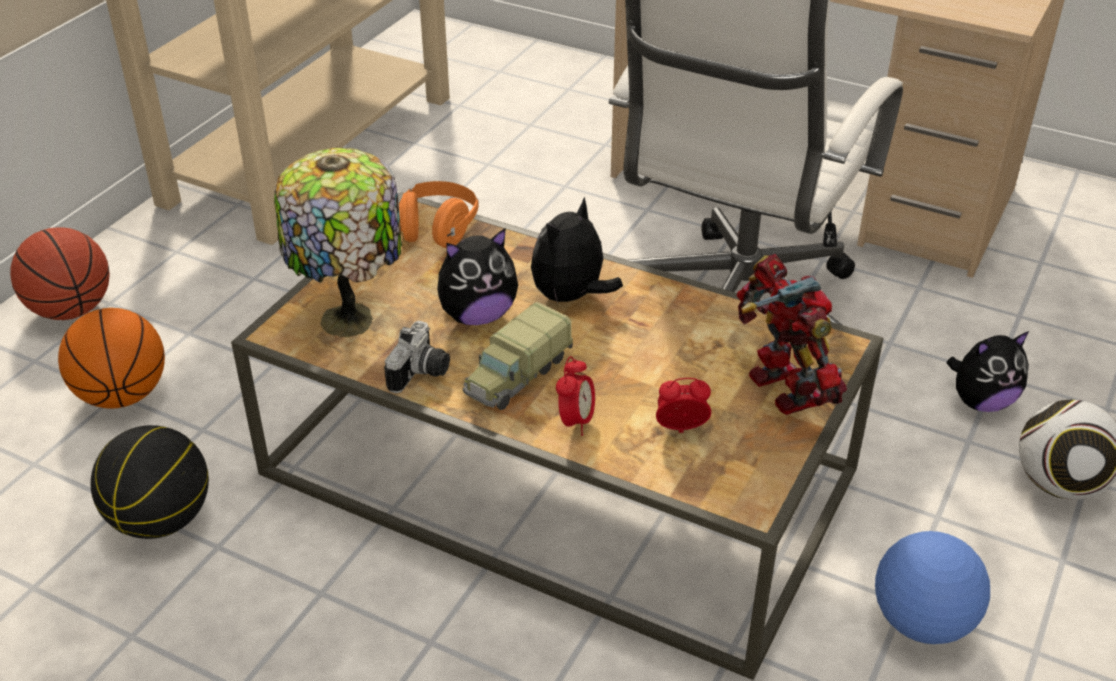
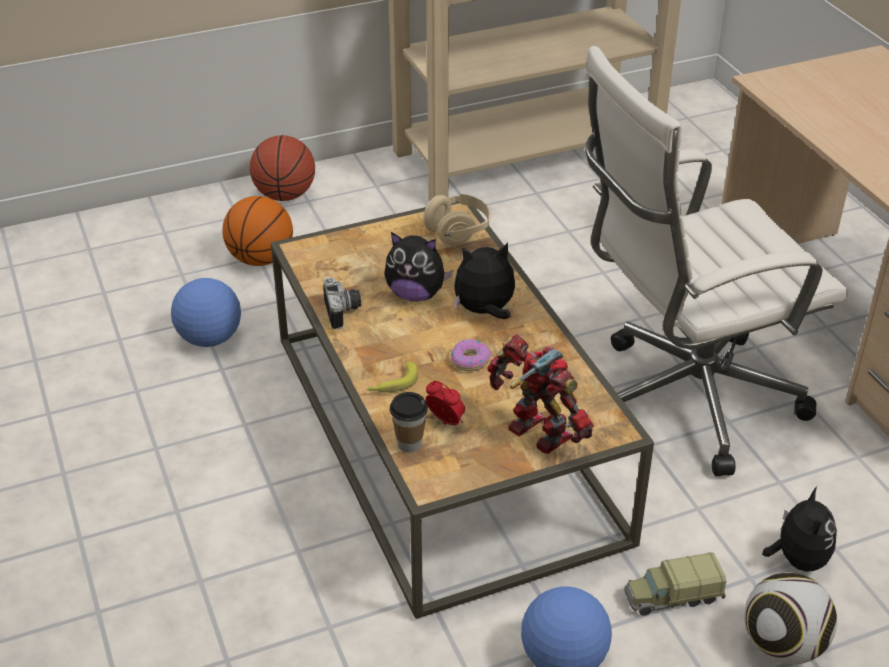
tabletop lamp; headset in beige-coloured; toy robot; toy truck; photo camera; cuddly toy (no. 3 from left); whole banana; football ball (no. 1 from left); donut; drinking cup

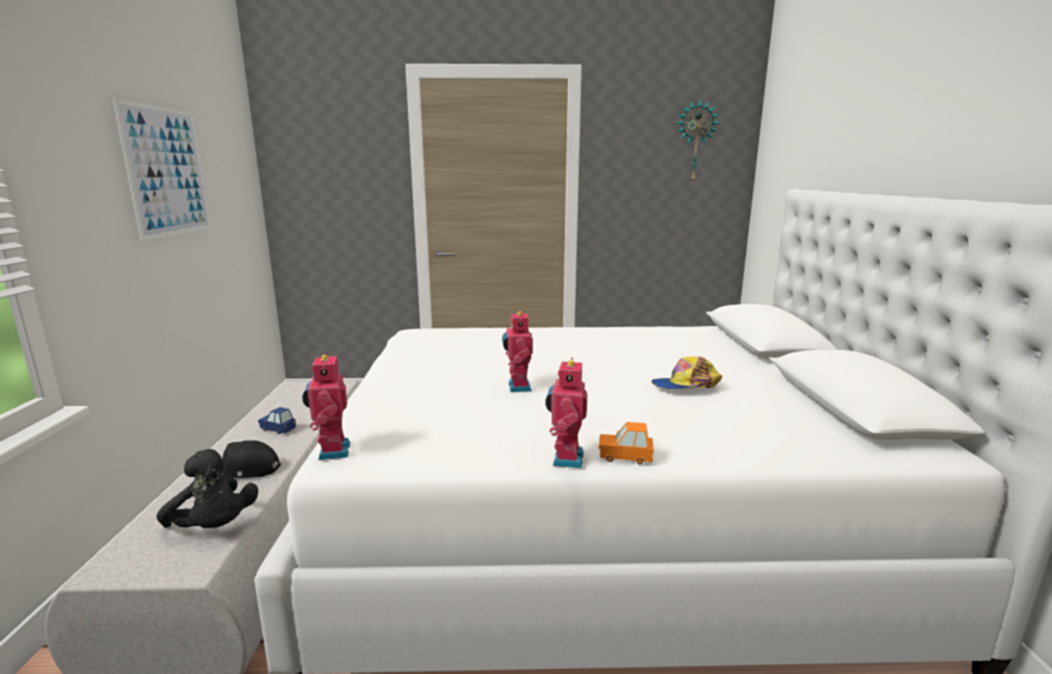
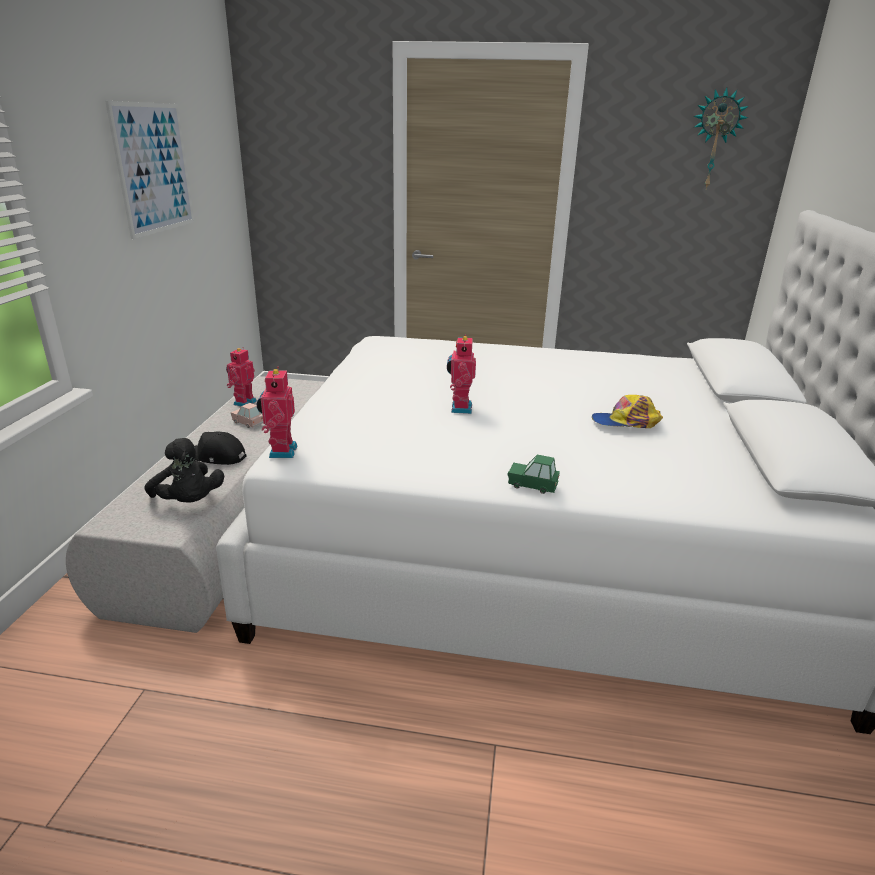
toy robot (no. 1 from left); model car in pinkish; model car in green-coloured

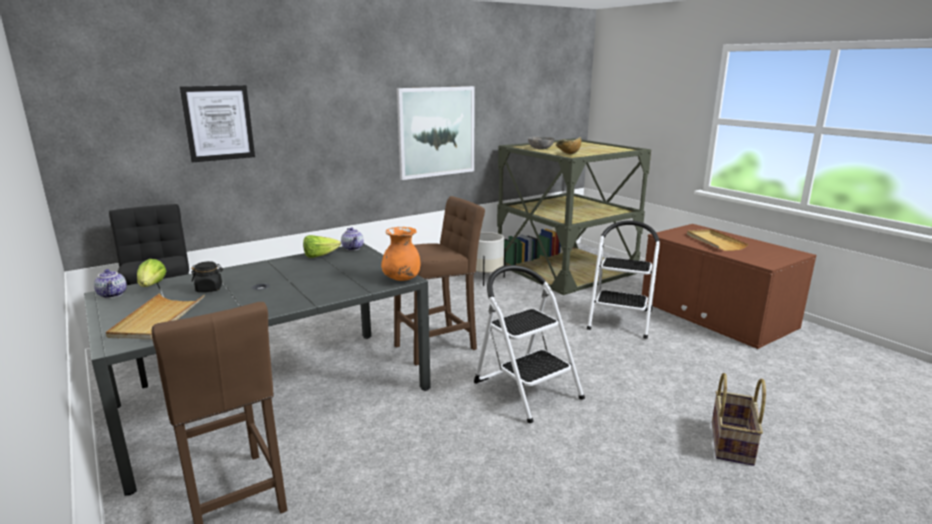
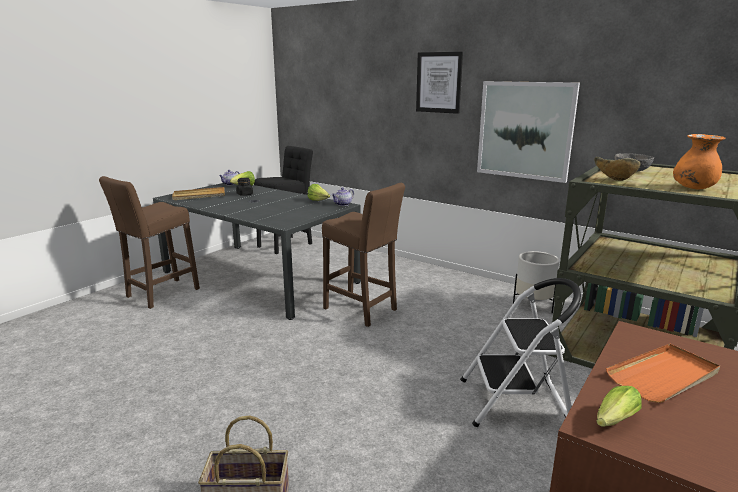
wall picture (no. 1 from left); flower vase in orangey; tray in orangey; step ladder (no. 1 from left in the first image); head of lettuce (no. 3 from left)

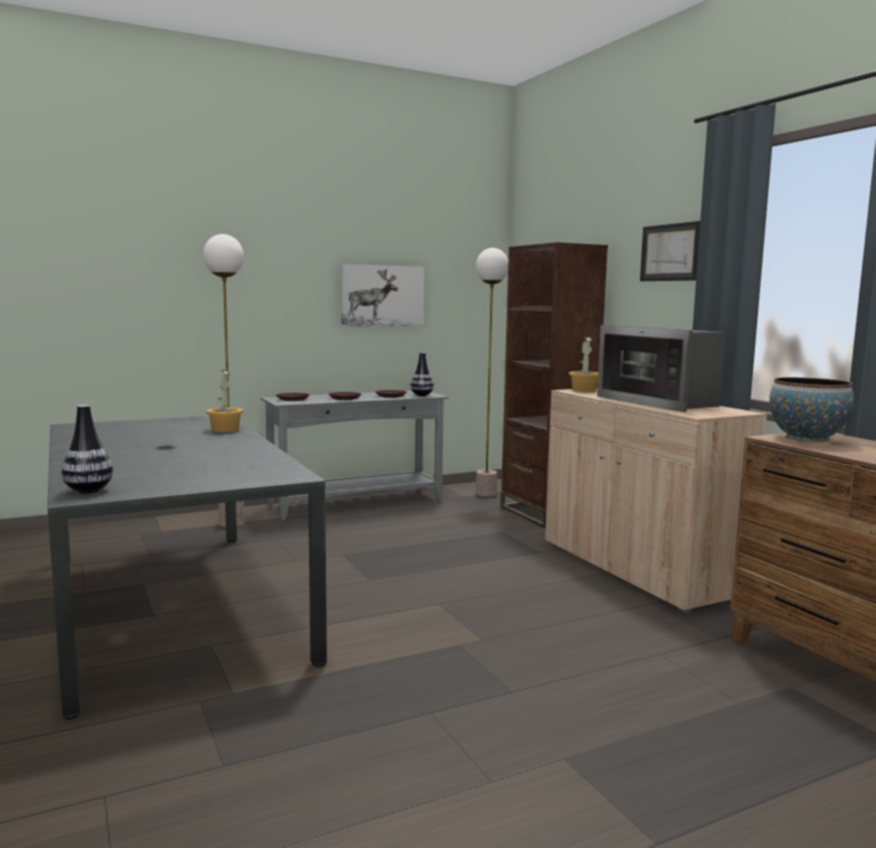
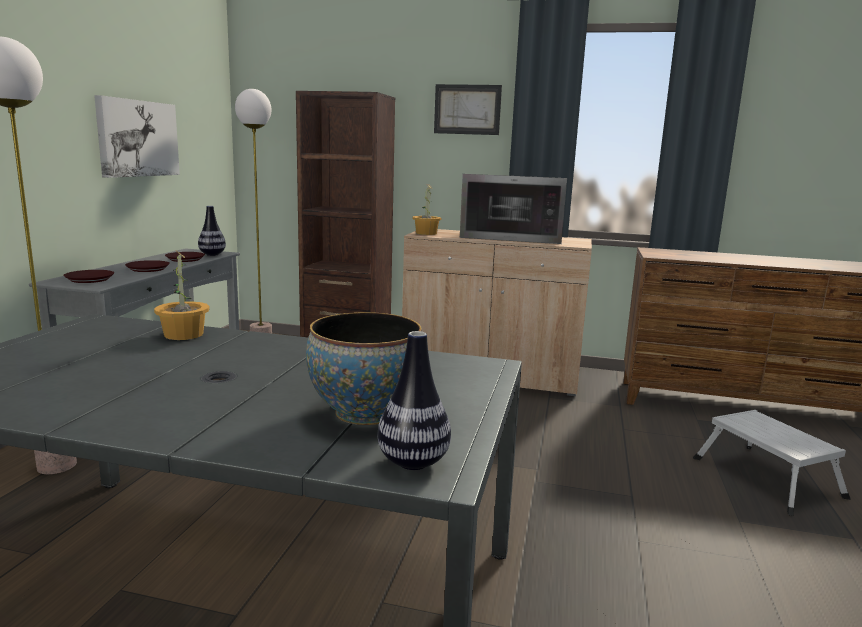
bowl; step ladder in whitish

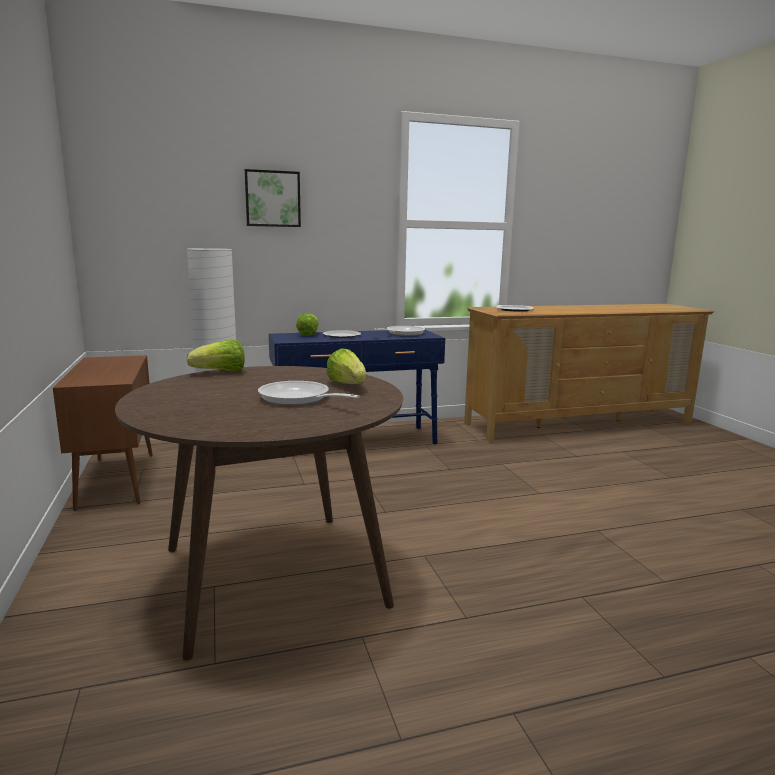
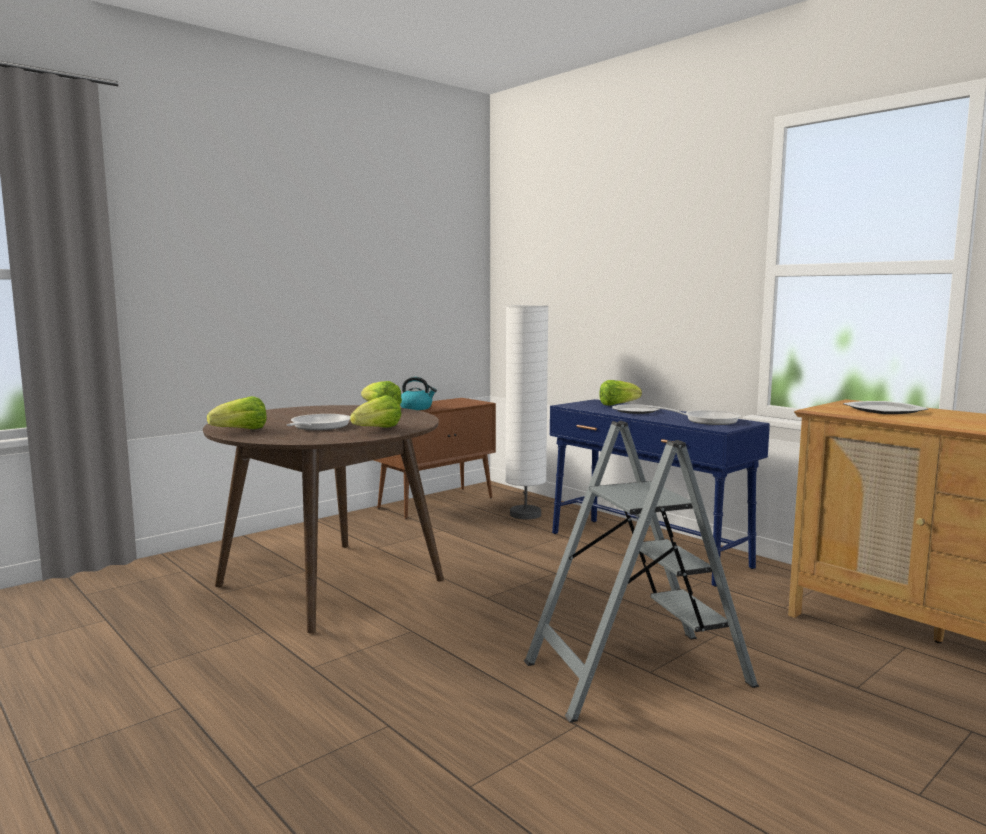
wall picture; tea kettle; head of lettuce (no. 1 from left); step ladder in grey

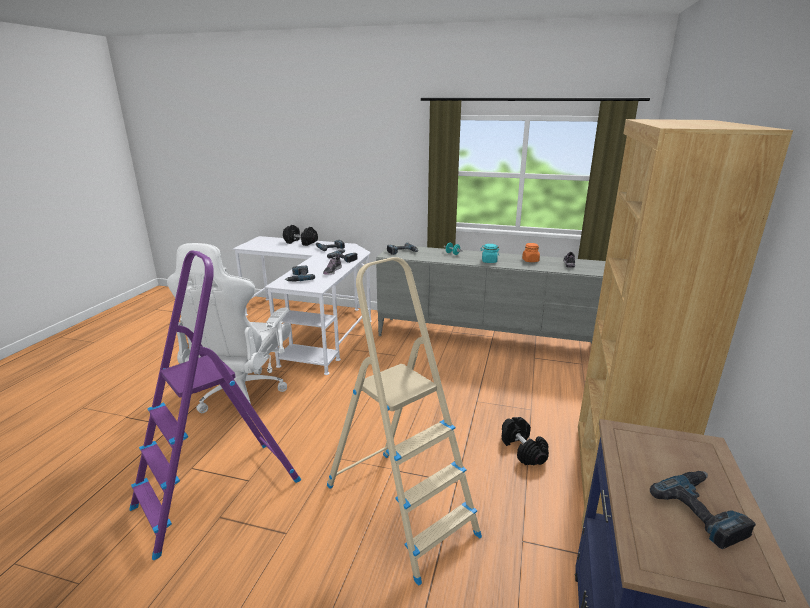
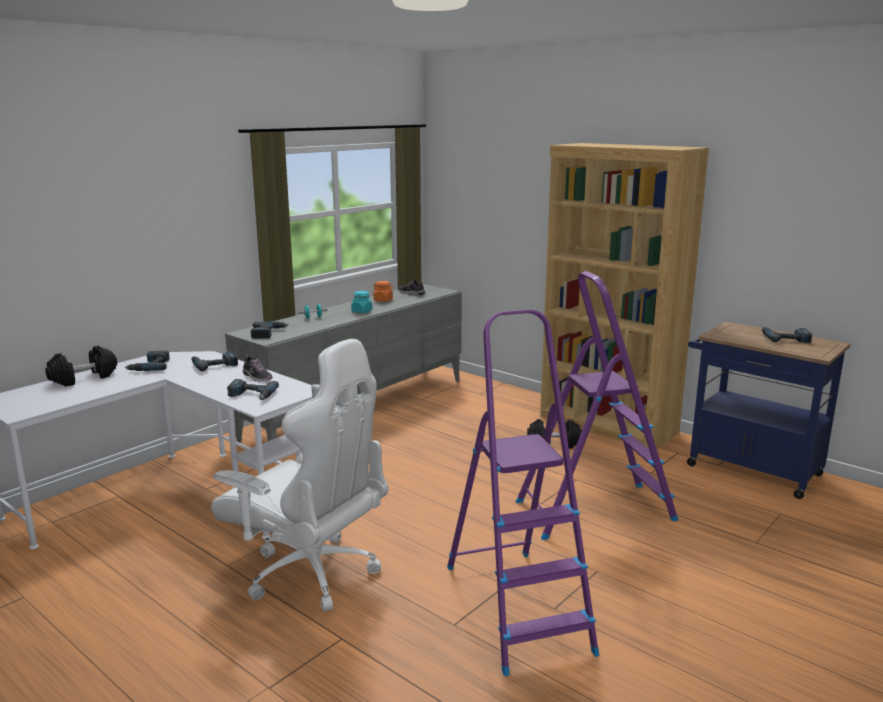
step ladder in purple-coloured (no. 2 from left)

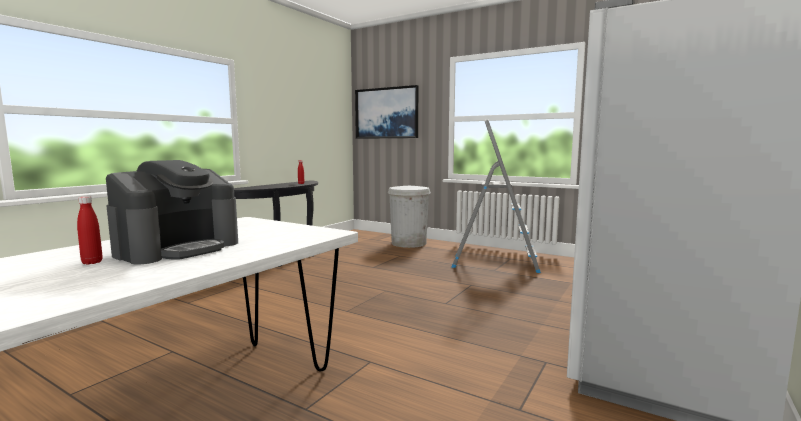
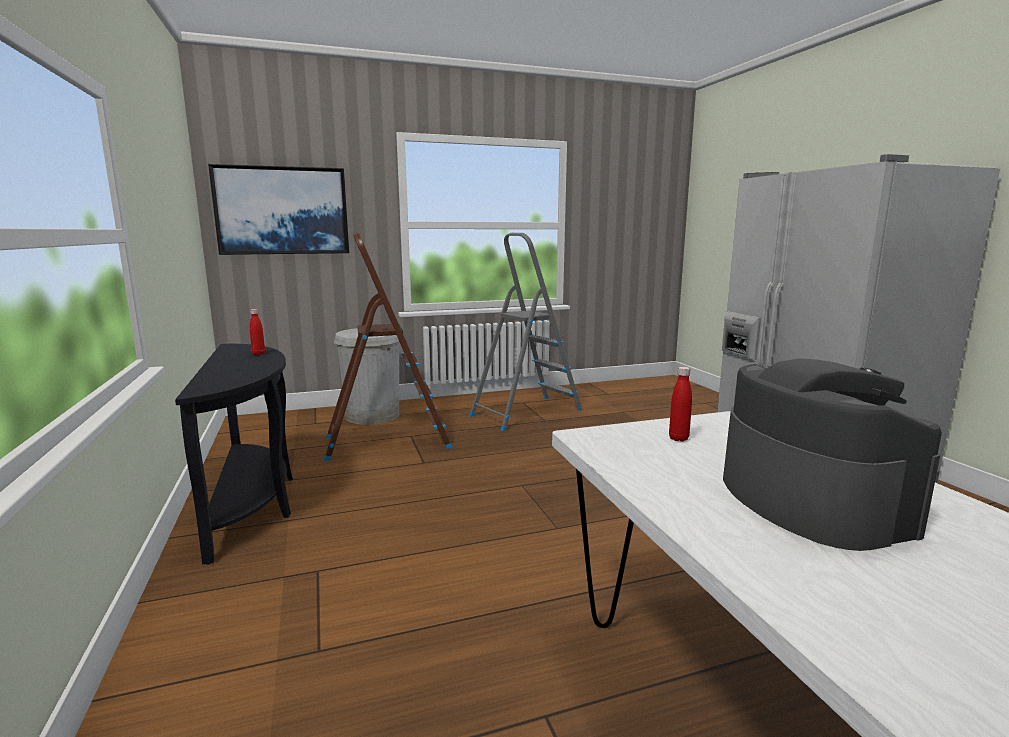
beverage bottle in red (no. 2 from left); step ladder in brown

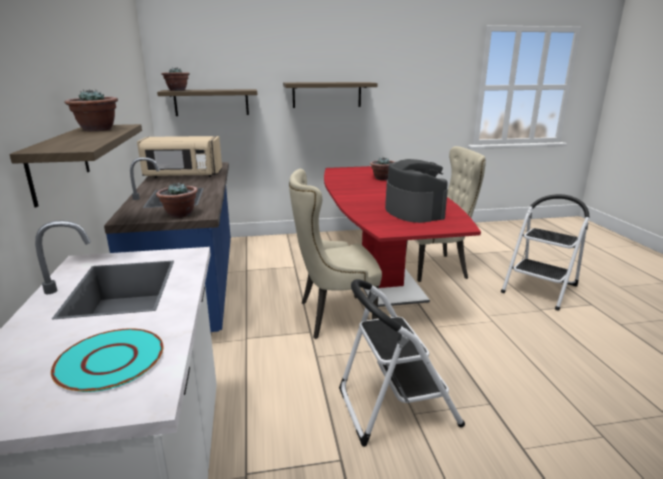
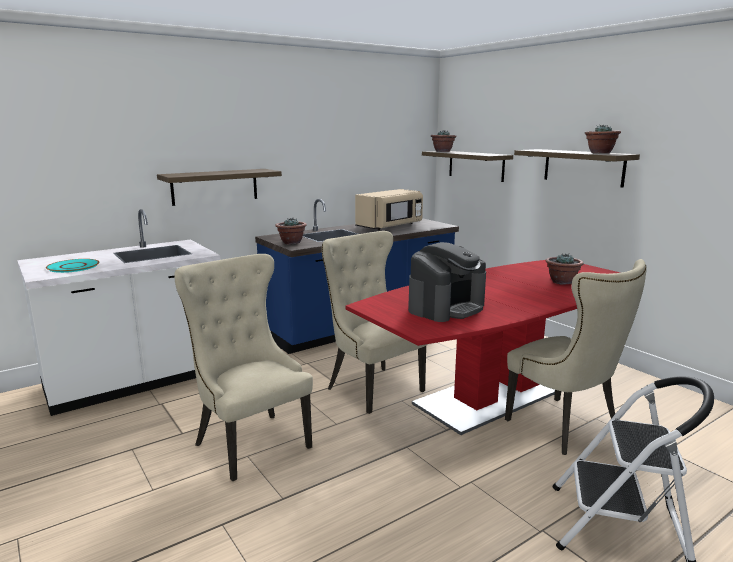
houseplant (no. 4 from left); microwave in beige-coloured; chair in beige-coloured (no. 1 from left)

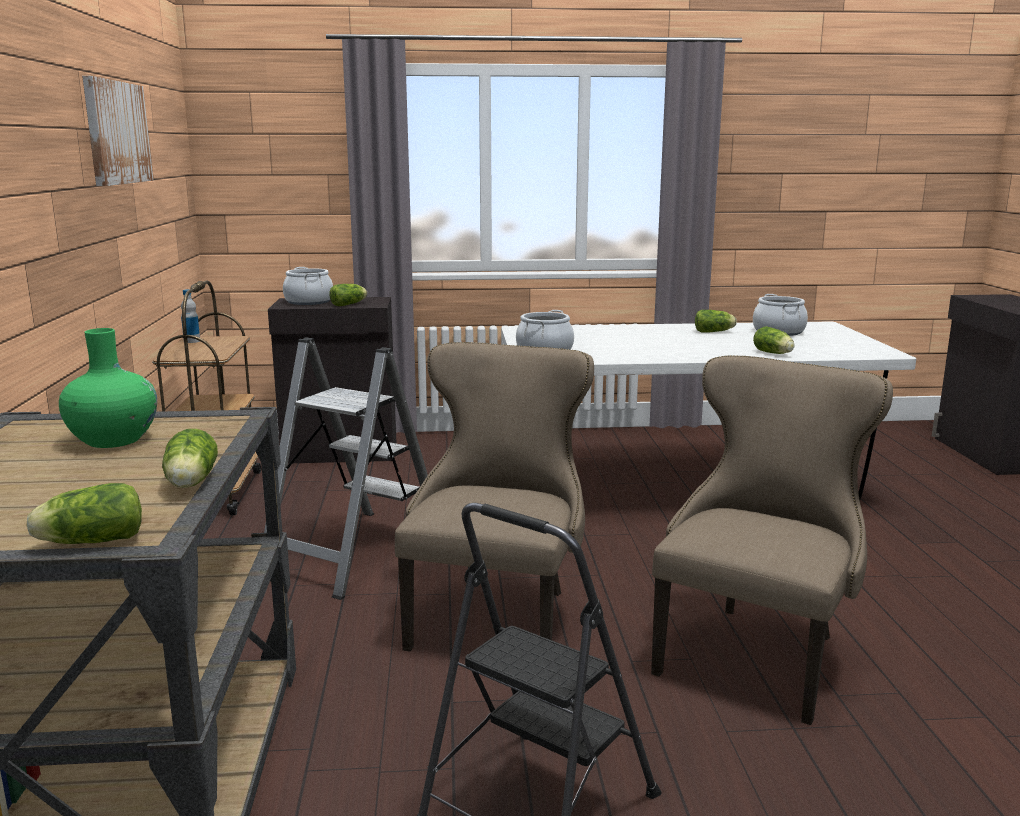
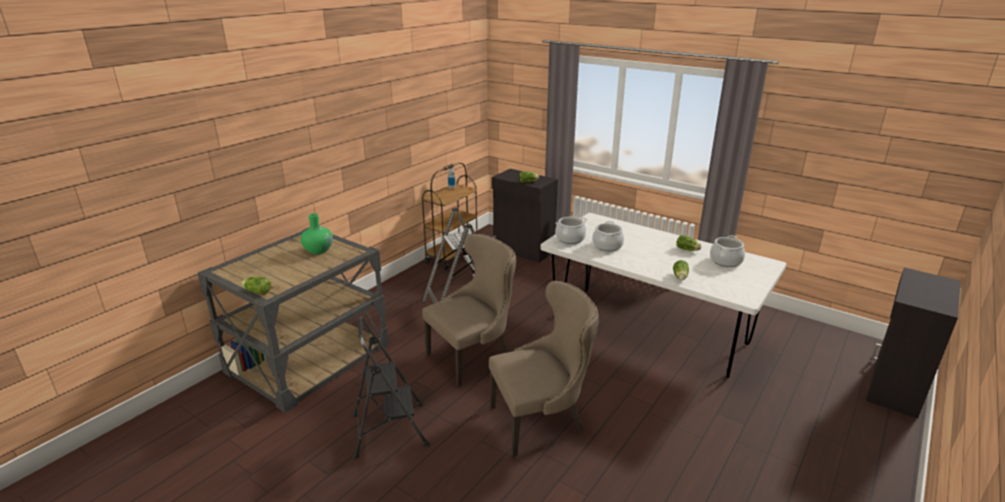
wall picture; cooking pot (no. 2 from left); head of lettuce (no. 2 from left in the first image)

